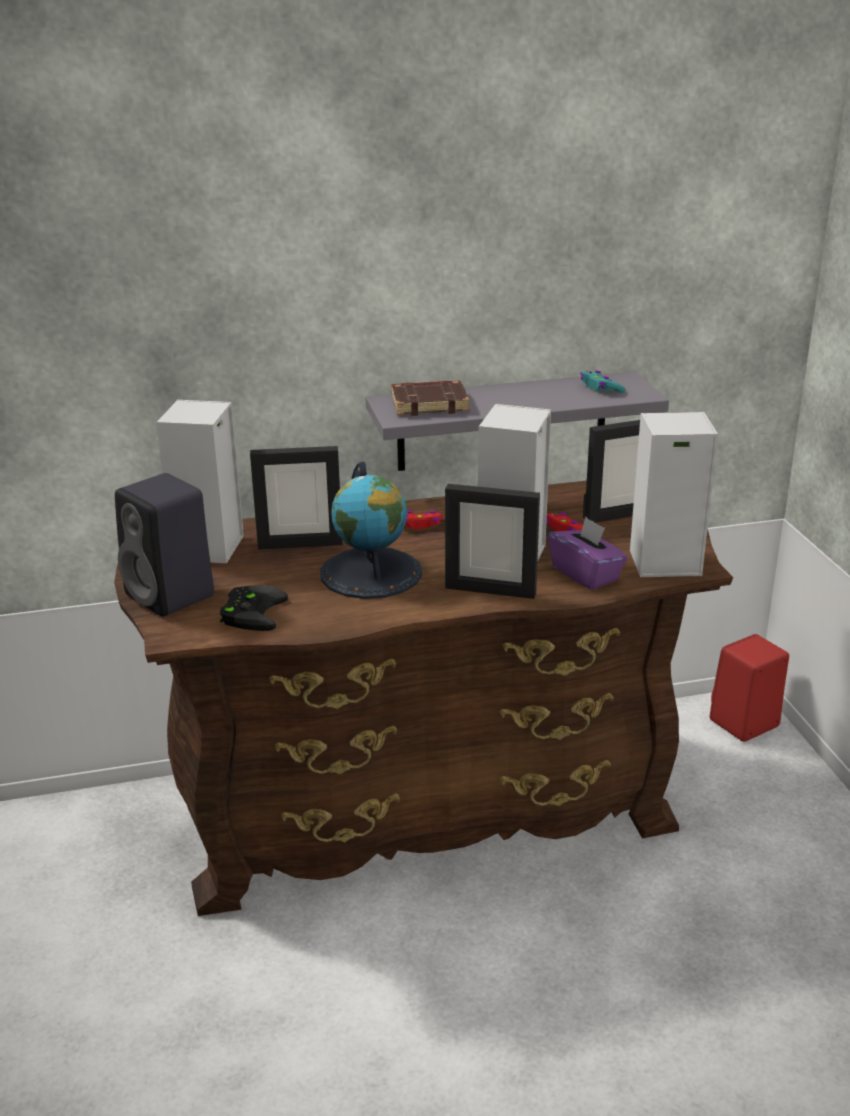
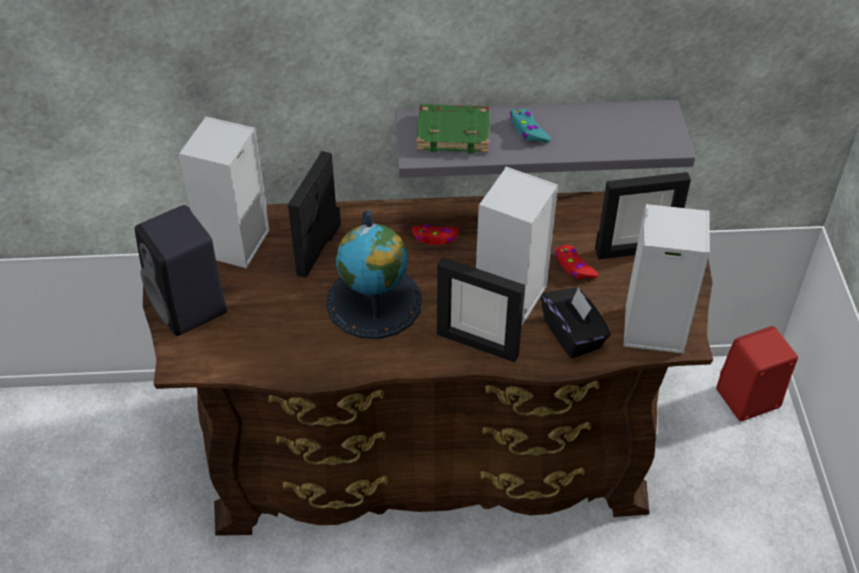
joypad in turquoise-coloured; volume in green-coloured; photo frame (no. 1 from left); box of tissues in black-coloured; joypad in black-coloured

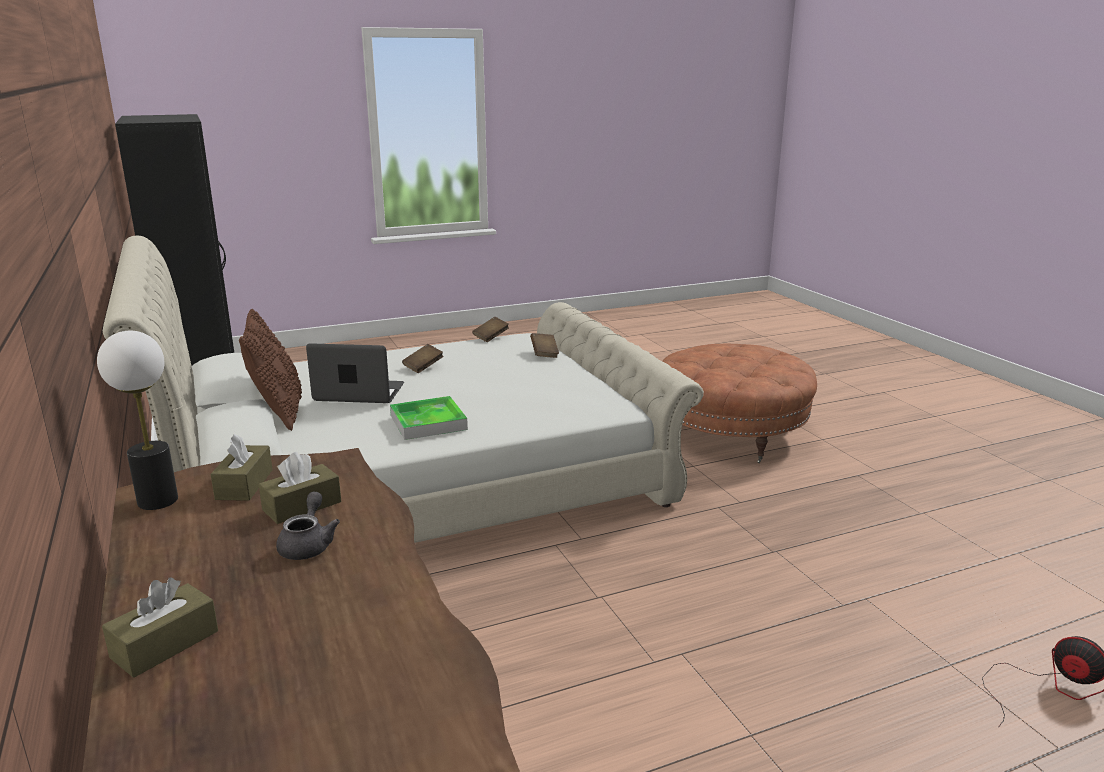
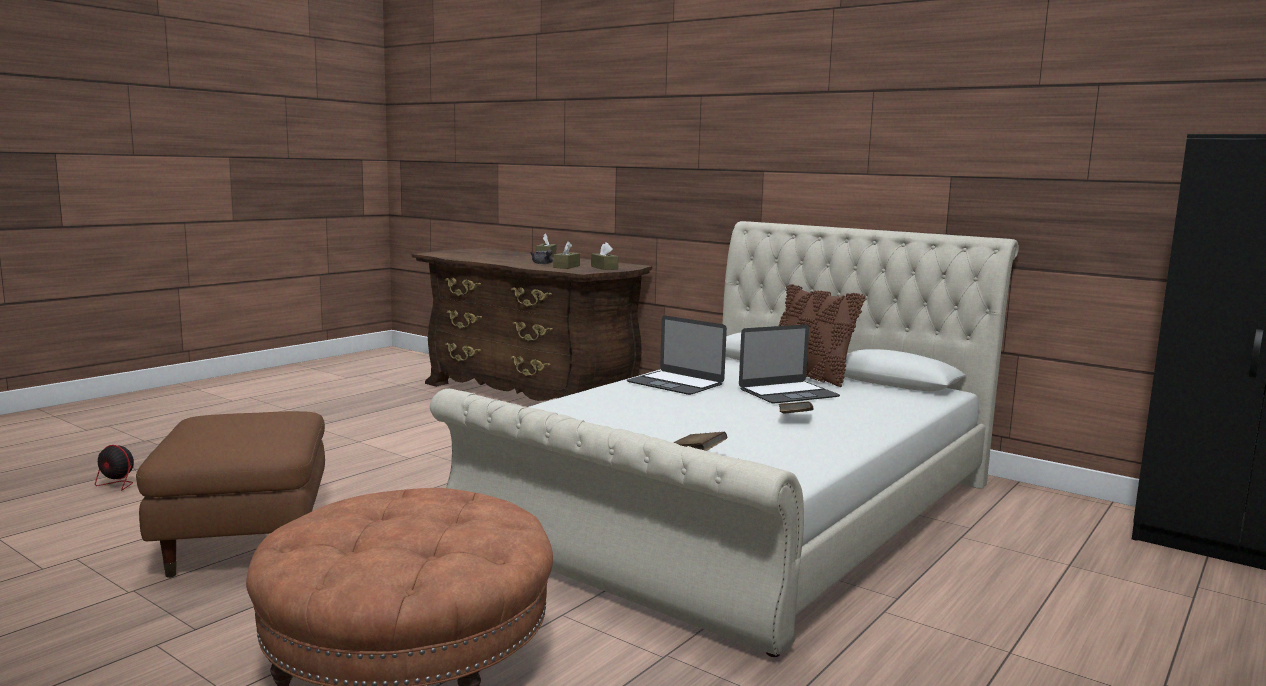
volume in brown (no. 2 from left in the first image); tabletop lamp; portable computer (no. 1 from left); footrest in brown (no. 1 from left)

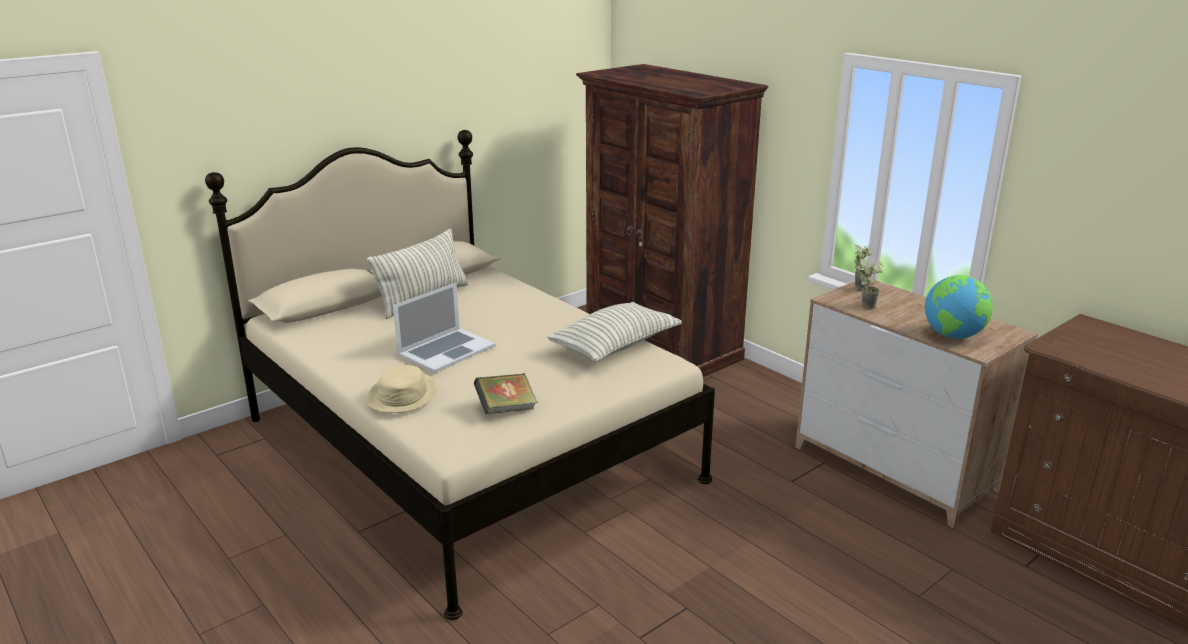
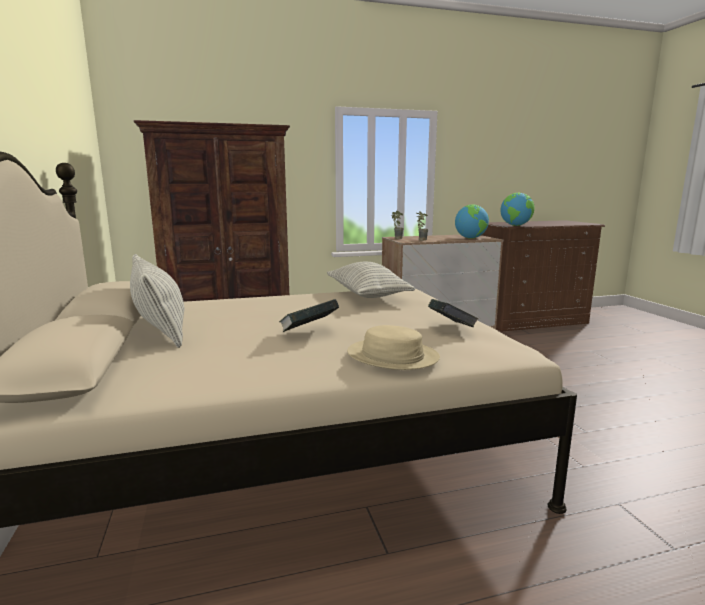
volume (no. 1 from left); globe (no. 2 from left)

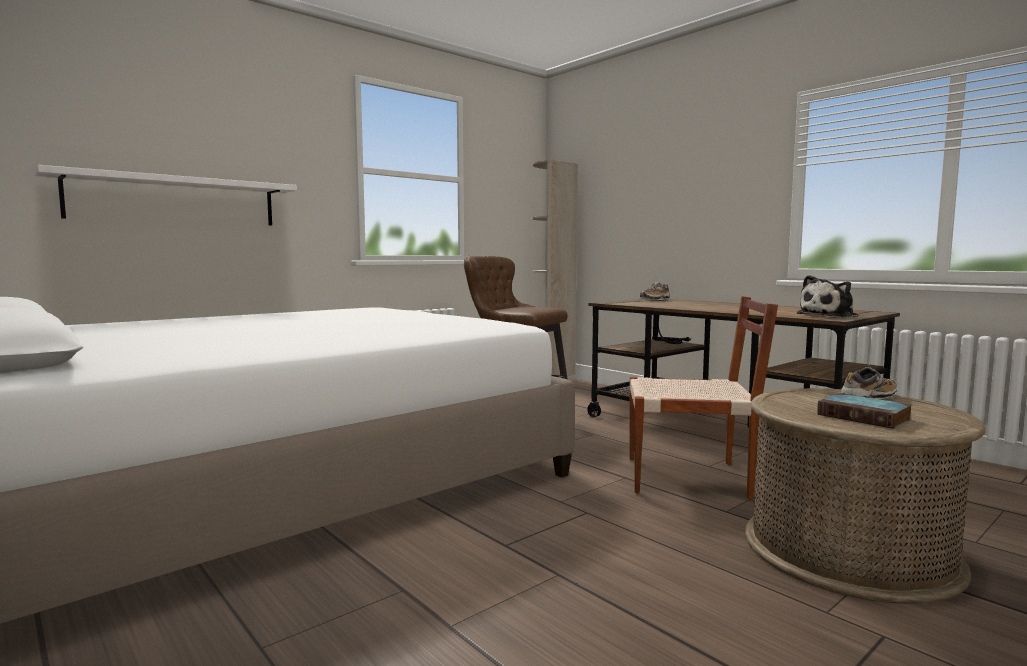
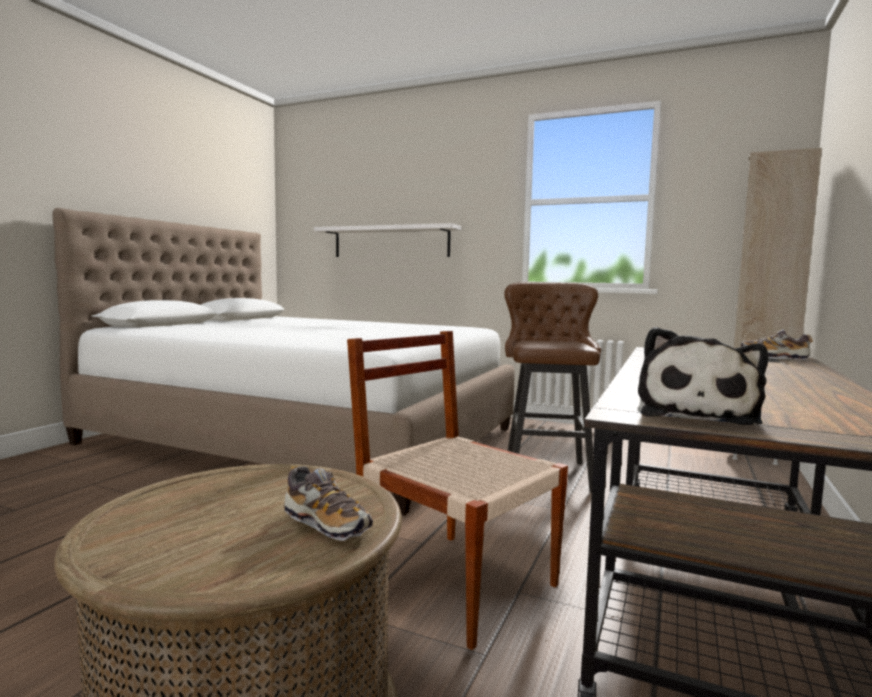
cuddly toy; chair; volume

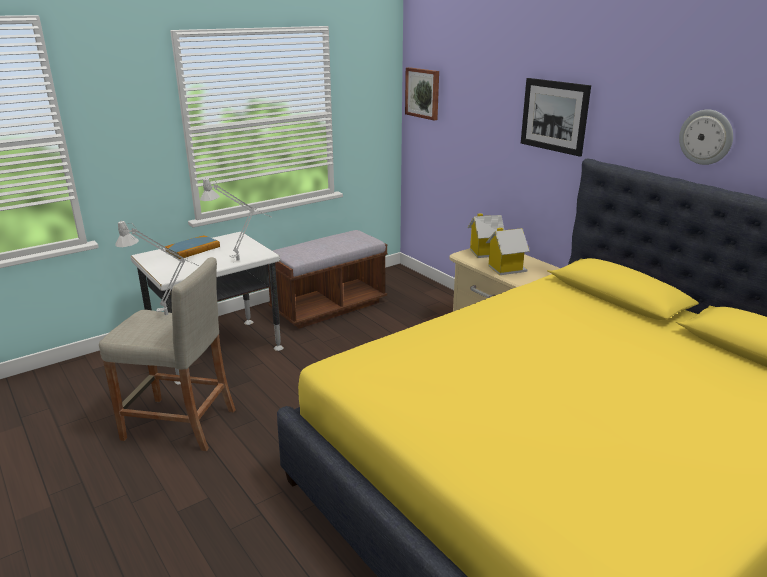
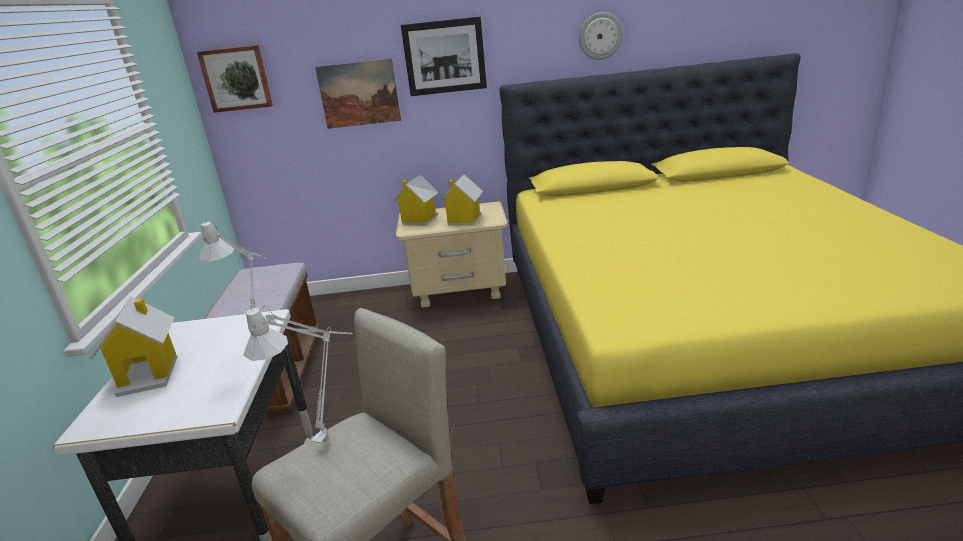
miniature house (no. 1 from left); wall picture (no. 2 from left)

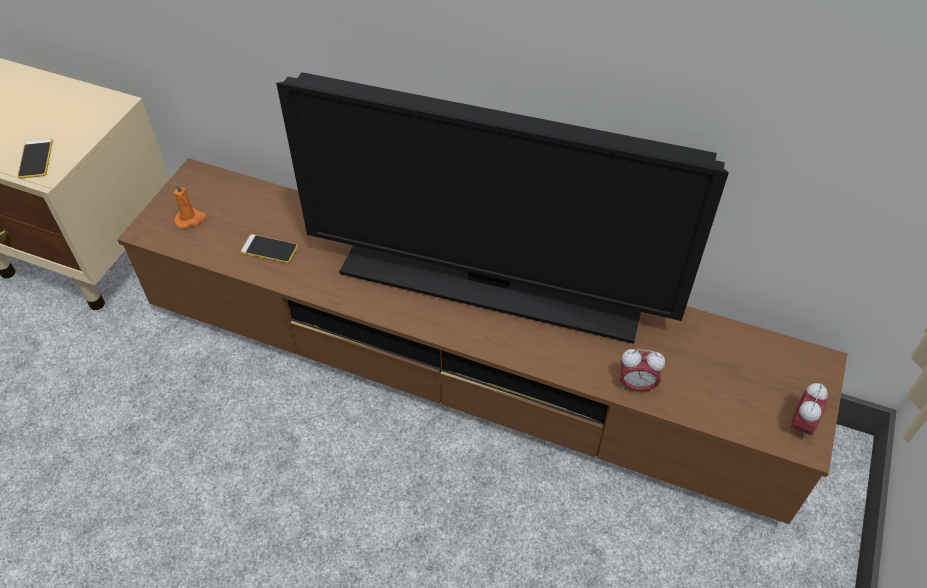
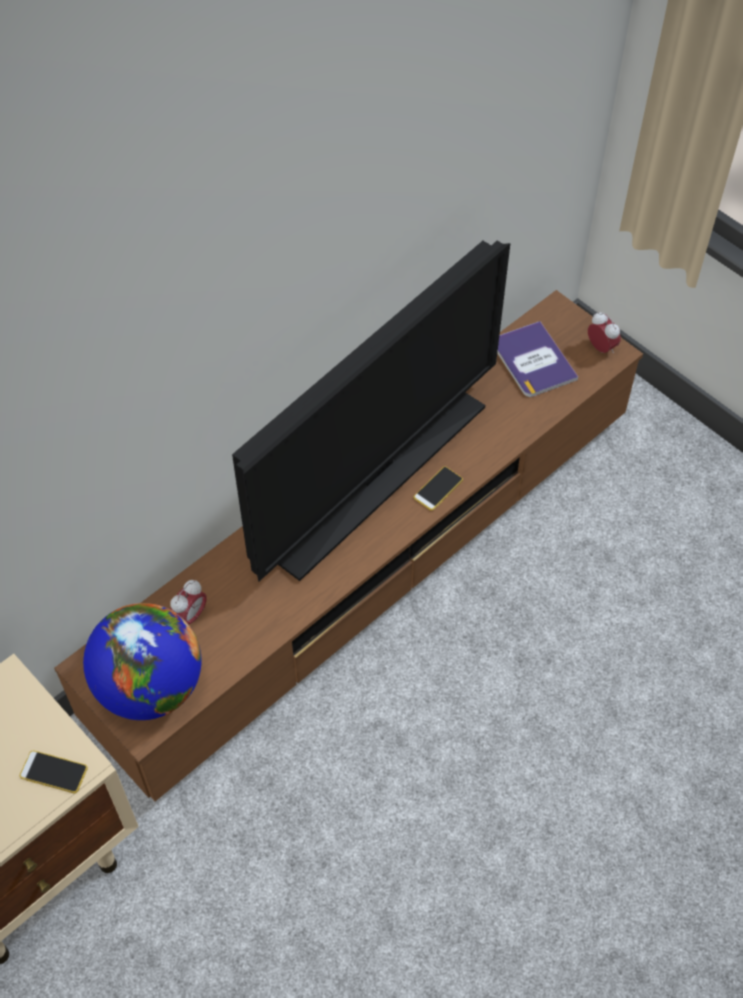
globe; handset (no. 2 from left); table clock (no. 1 from left); volume

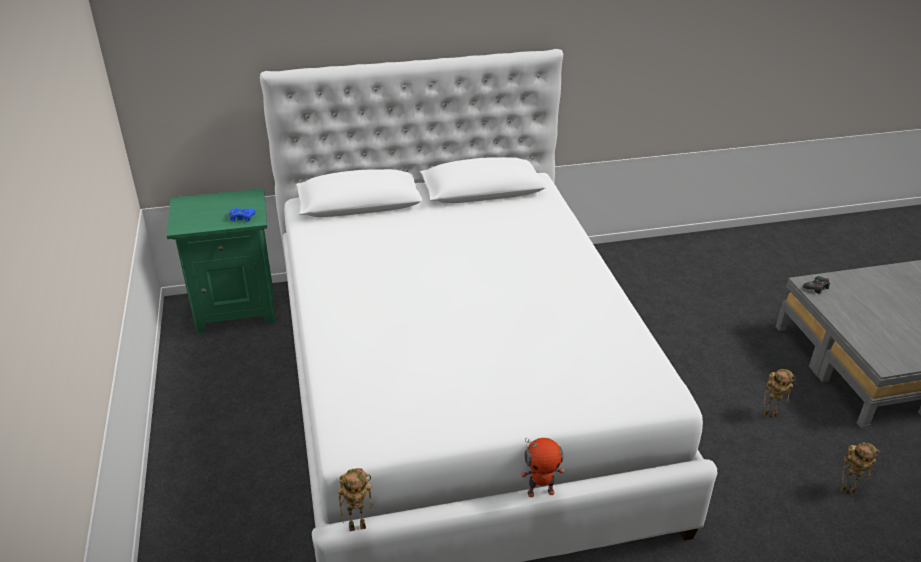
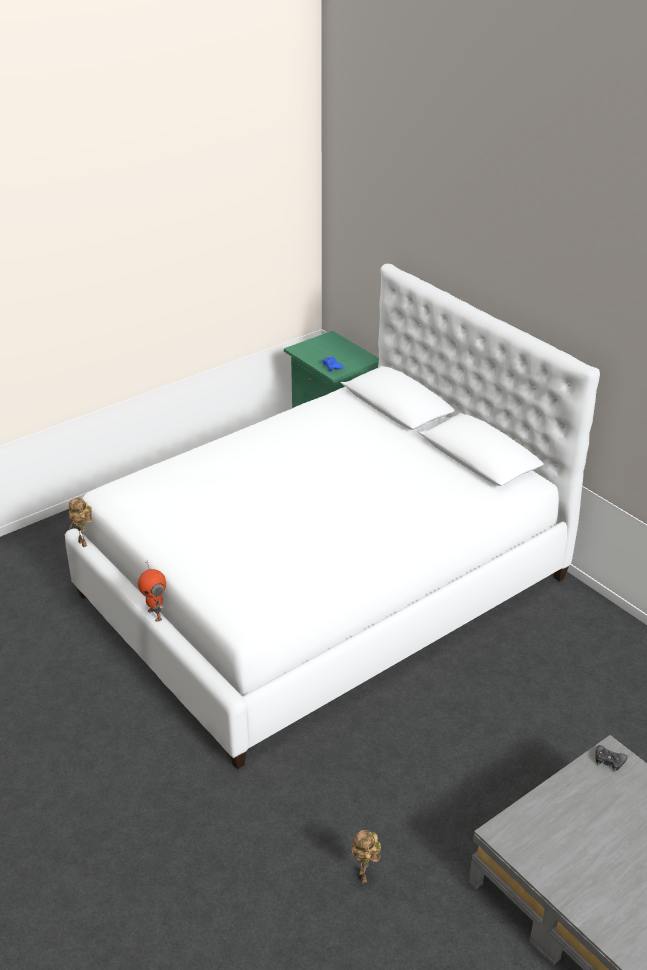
toy robot (no. 3 from left in the first image)

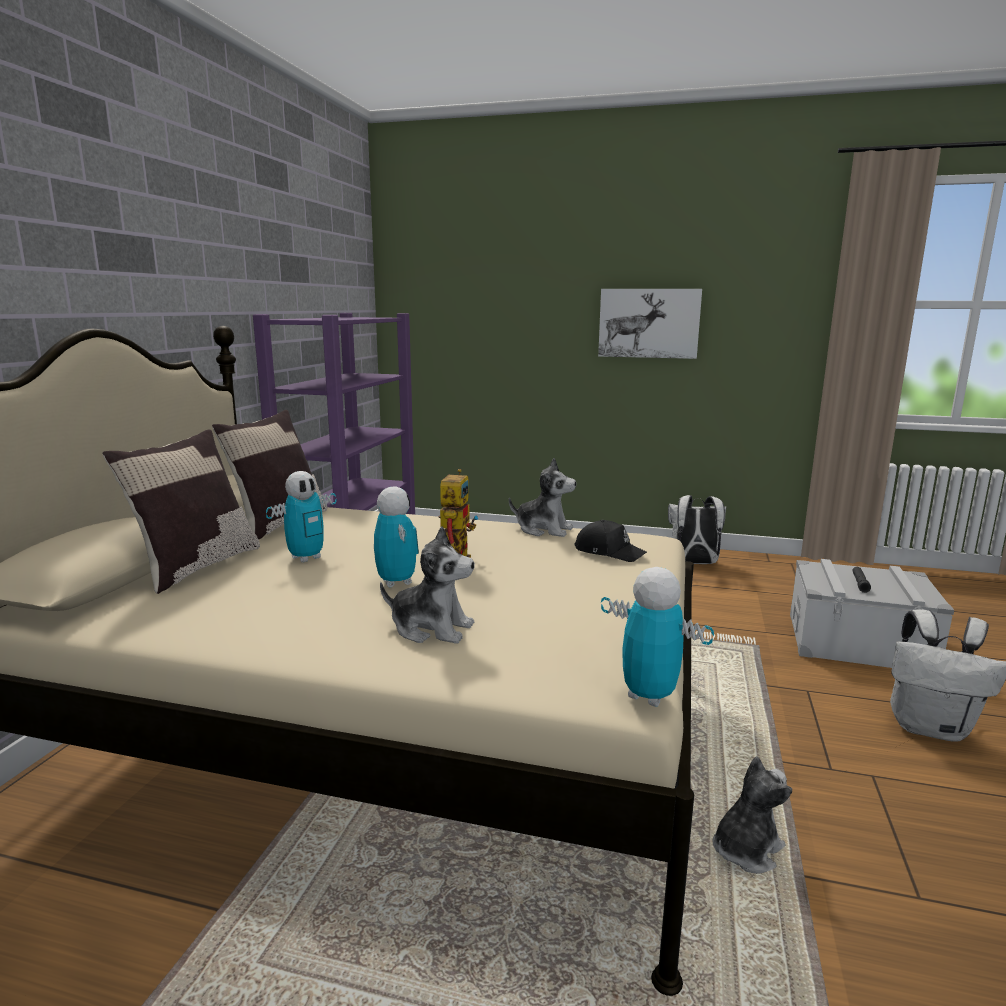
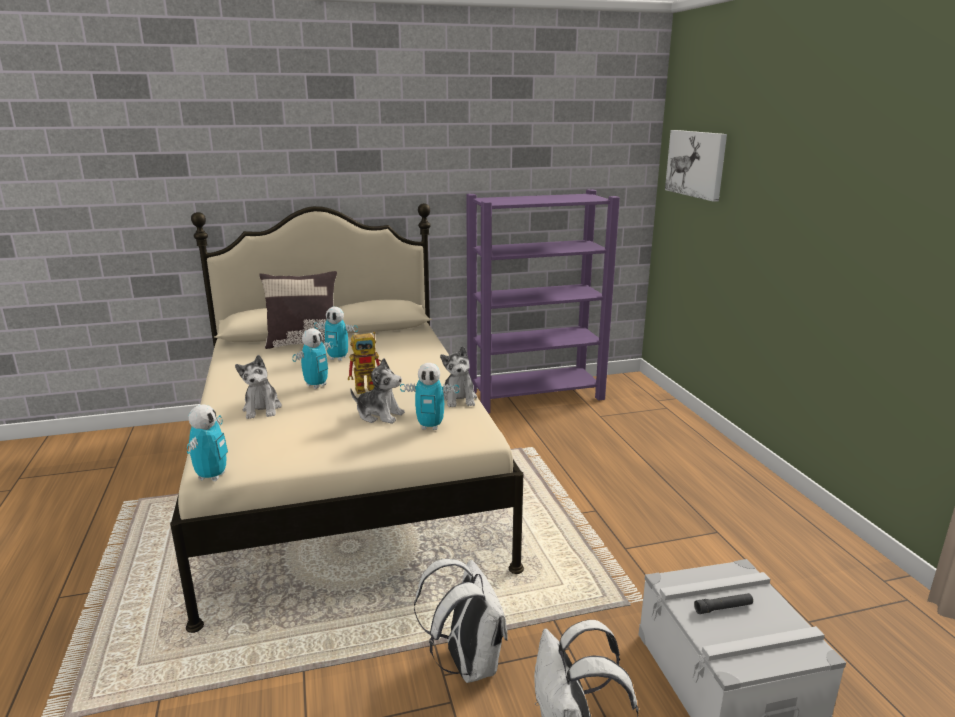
wall picture; pillow (no. 2 from left in the first image); backpack in whitish (no. 1 from left); toy robot (no. 5 from left); cuddly toy (no. 2 from left)

